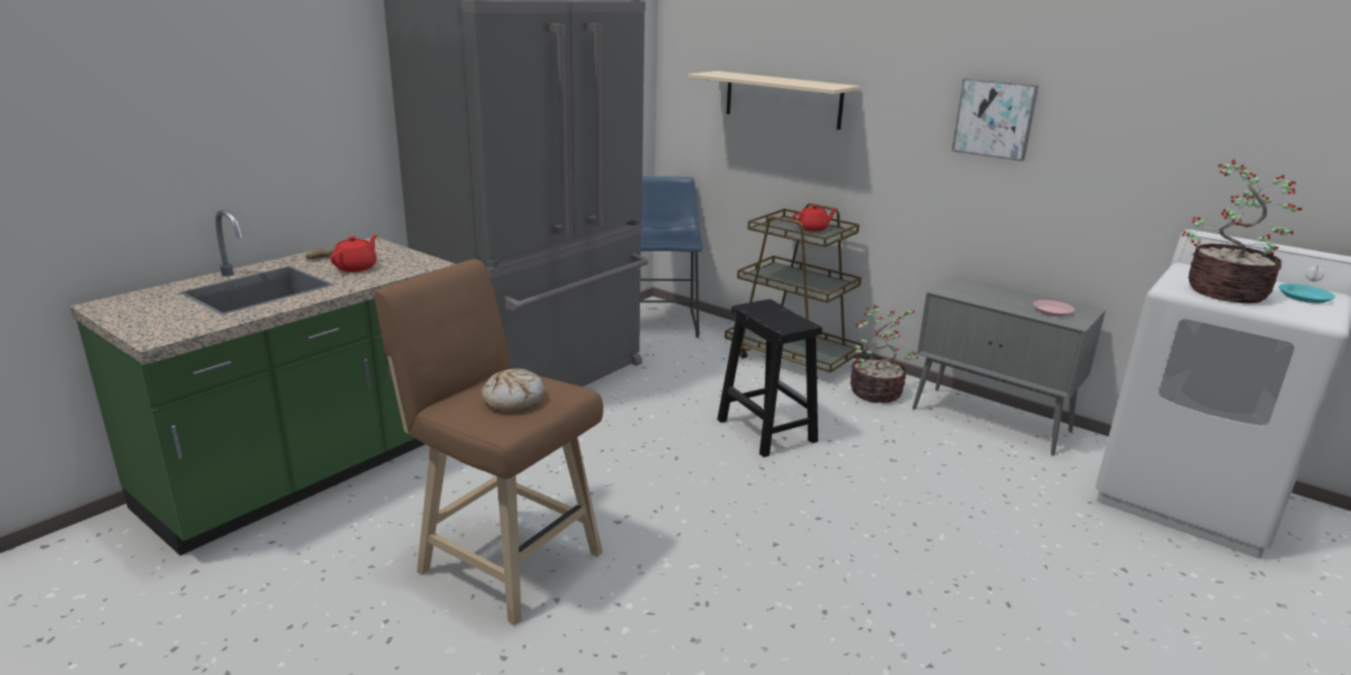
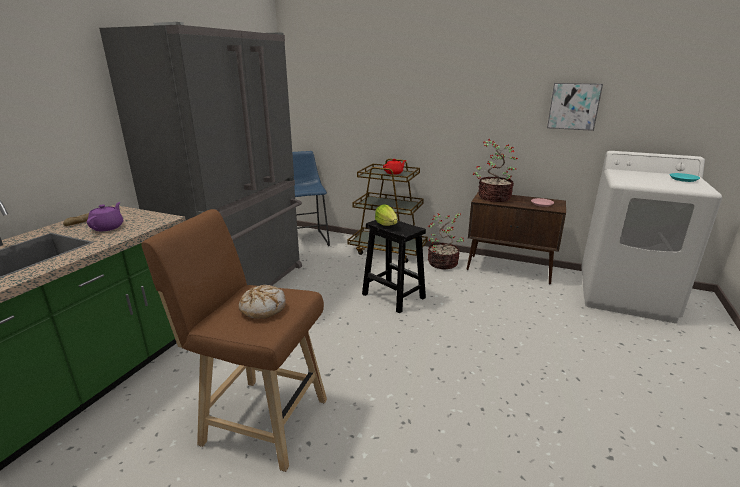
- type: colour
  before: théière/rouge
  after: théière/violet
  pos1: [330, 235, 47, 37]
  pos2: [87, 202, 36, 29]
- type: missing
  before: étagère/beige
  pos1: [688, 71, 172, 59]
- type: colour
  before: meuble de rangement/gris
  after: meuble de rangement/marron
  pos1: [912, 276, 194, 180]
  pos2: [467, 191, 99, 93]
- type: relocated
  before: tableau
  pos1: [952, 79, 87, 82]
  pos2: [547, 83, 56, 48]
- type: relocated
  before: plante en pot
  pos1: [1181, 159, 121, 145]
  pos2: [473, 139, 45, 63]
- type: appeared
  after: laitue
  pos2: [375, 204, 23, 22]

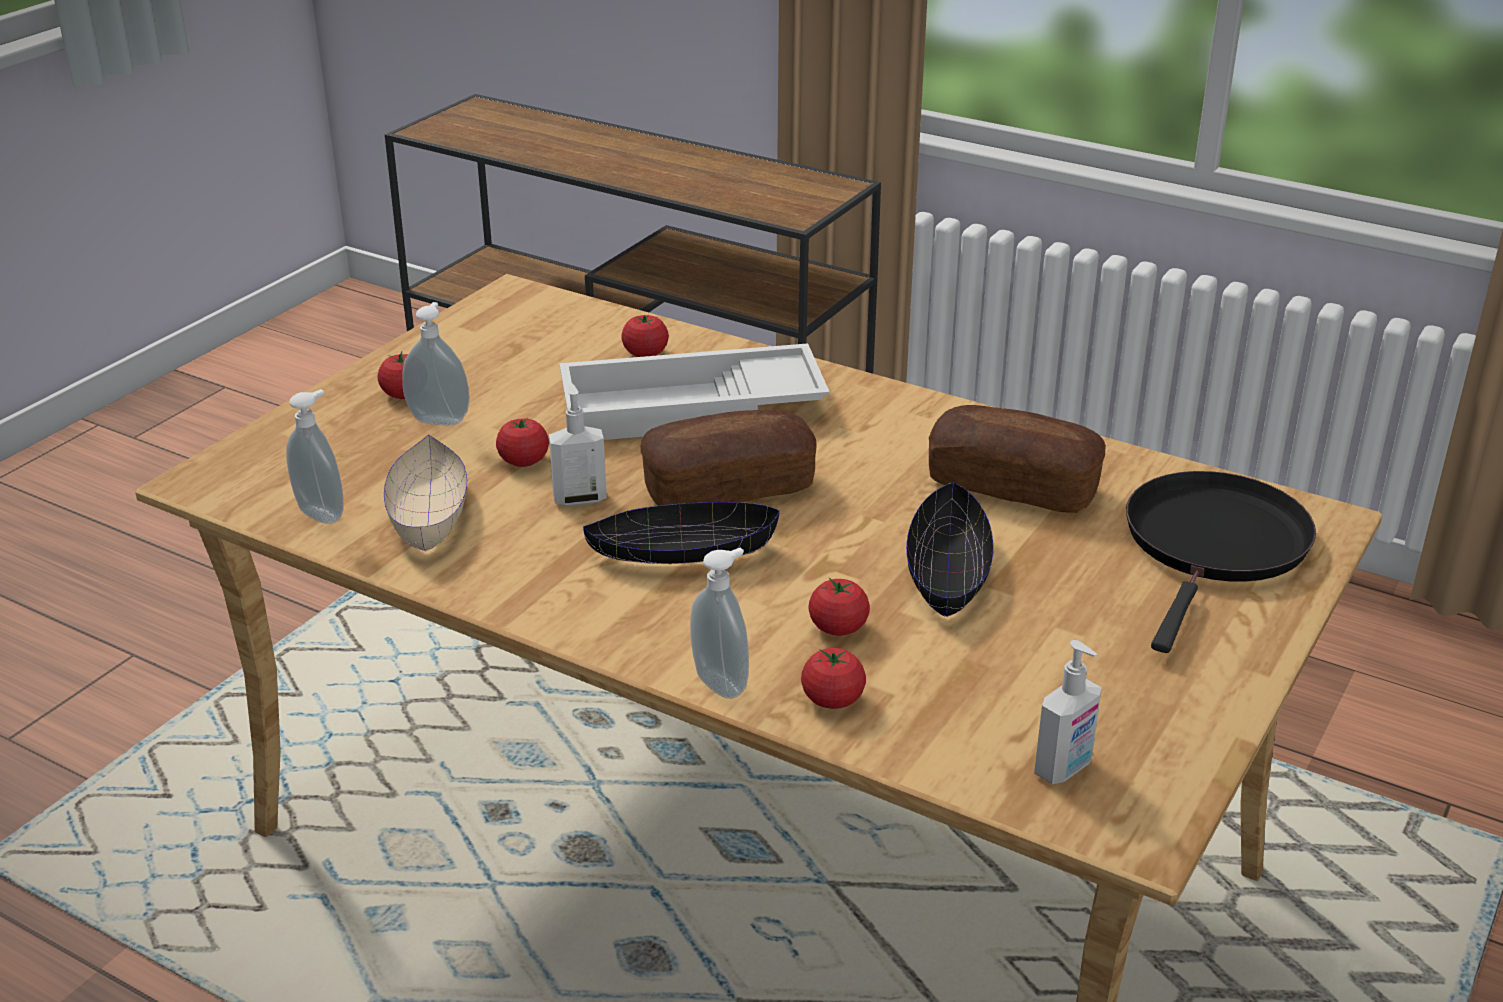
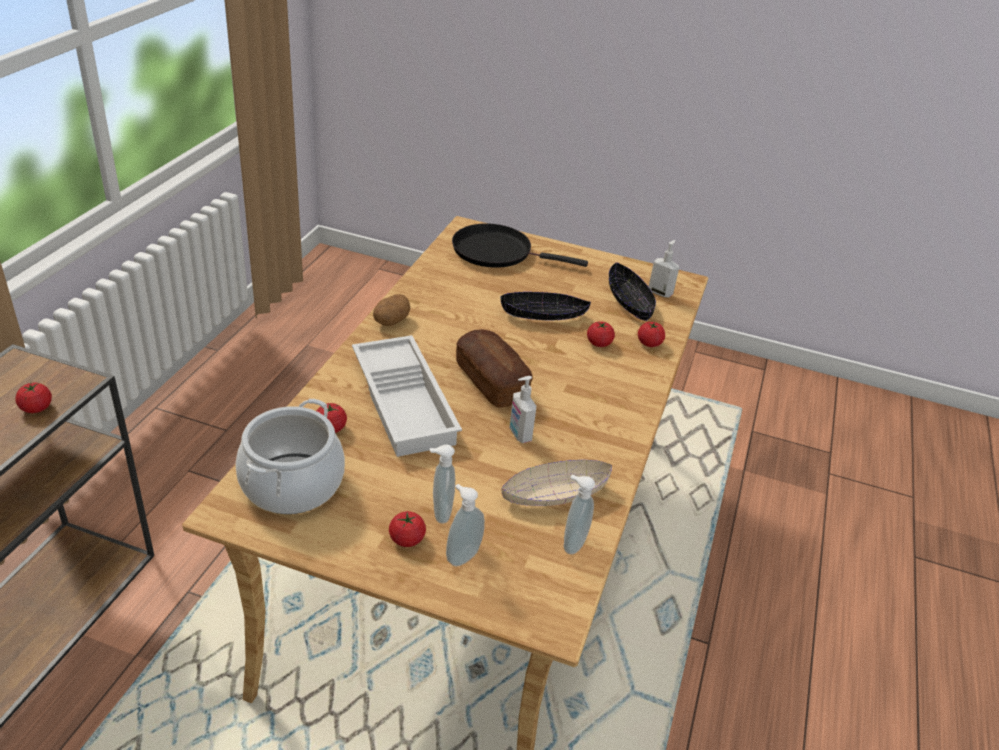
- type: relocated
  before: tomate
  pos1: [496, 418, 53, 49]
  pos2: [15, 382, 37, 31]
- type: relocated
  before: bol/noir
  pos1: [583, 502, 197, 62]
  pos2: [609, 262, 47, 59]
- type: relocated
  before: distributeur de savon
  pos1: [690, 548, 59, 151]
  pos2: [446, 484, 39, 82]
- type: missing
  before: pain
  pos1: [929, 405, 177, 108]
- type: appeared
  after: marmite
  pos2: [236, 399, 109, 115]
- type: appeared
  after: pomme de terre
  pos2: [373, 294, 37, 32]

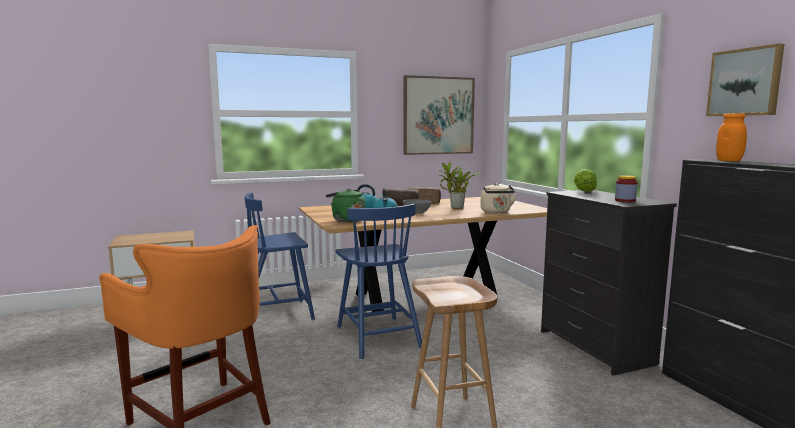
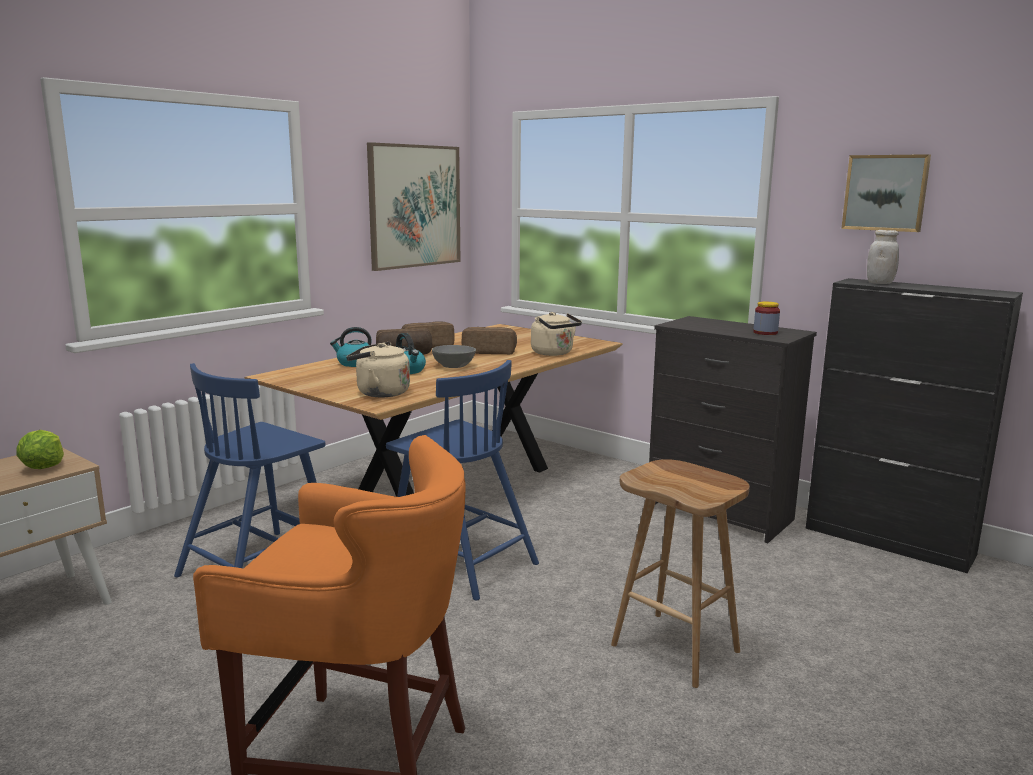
- type: colour
  before: bouilloire/vert
  after: bouilloire/beige
  pos1: [326, 189, 39, 33]
  pos2: [346, 342, 64, 55]
- type: exchanged
  before: plante en pot
  after: pain
  pos1: [435, 162, 46, 47]
  pos2: [462, 327, 55, 27]
- type: relocated
  before: laitue
  pos1: [574, 169, 23, 23]
  pos2: [16, 430, 48, 39]
- type: colour
  before: bocal/orange
  after: bocal/blanc
  pos1: [716, 113, 31, 48]
  pos2: [867, 230, 32, 54]

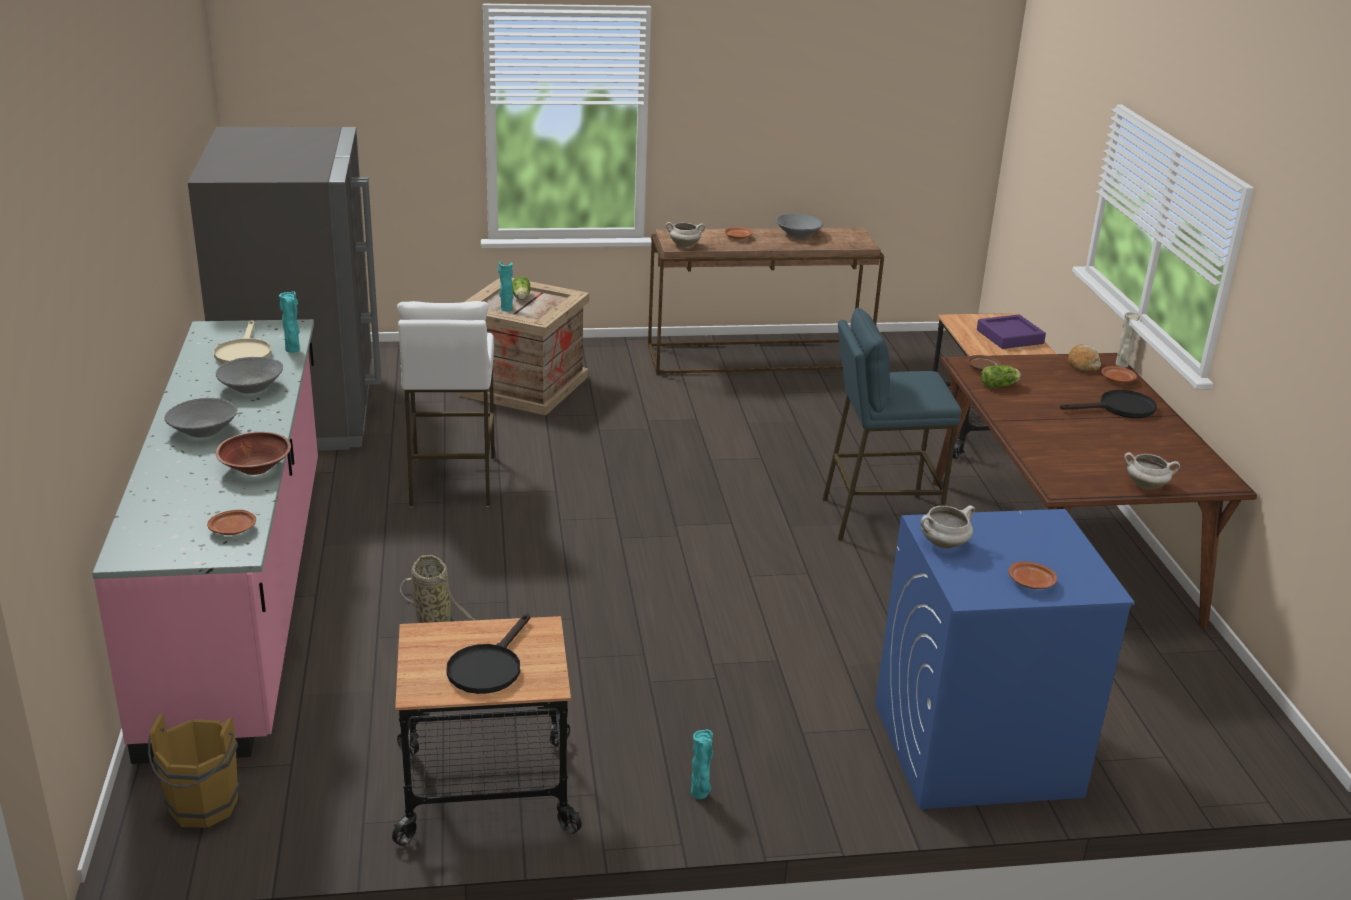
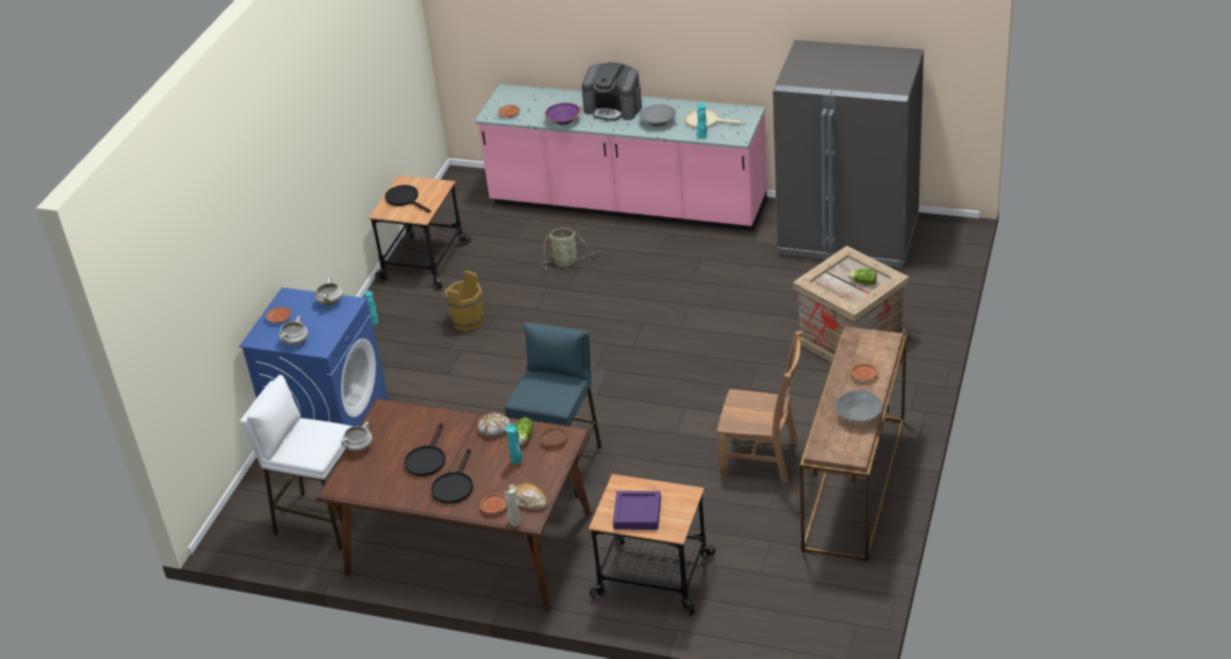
- type: relocated
  before: seau/marron
  pos1: [148, 714, 92, 114]
  pos2: [441, 271, 44, 61]
- type: exchanged
  before: bol/gris
  after: machine à café
  pos1: [164, 398, 73, 40]
  pos2: [582, 62, 60, 59]
- type: colour
  before: bol/marron
  after: bol/violet
  pos1: [216, 432, 75, 43]
  pos2: [545, 103, 36, 22]
- type: relocated
  before: tabouret/blanc
  pos1: [397, 301, 98, 206]
  pos2: [240, 375, 112, 176]
- type: relocated
  before: vase/turquoise
  pos1: [498, 261, 15, 51]
  pos2: [505, 423, 18, 42]
- type: relocated
  before: marmite/blanc
  pos1: [666, 222, 39, 26]
  pos2: [279, 316, 29, 29]
- type: appeared
  after: poêle/noir
  pos2: [404, 423, 42, 53]
- type: appeared
  after: pain
  pos2: [478, 413, 32, 25]
- type: appeared
  after: chaise/marron
  pos2: [717, 331, 85, 153]

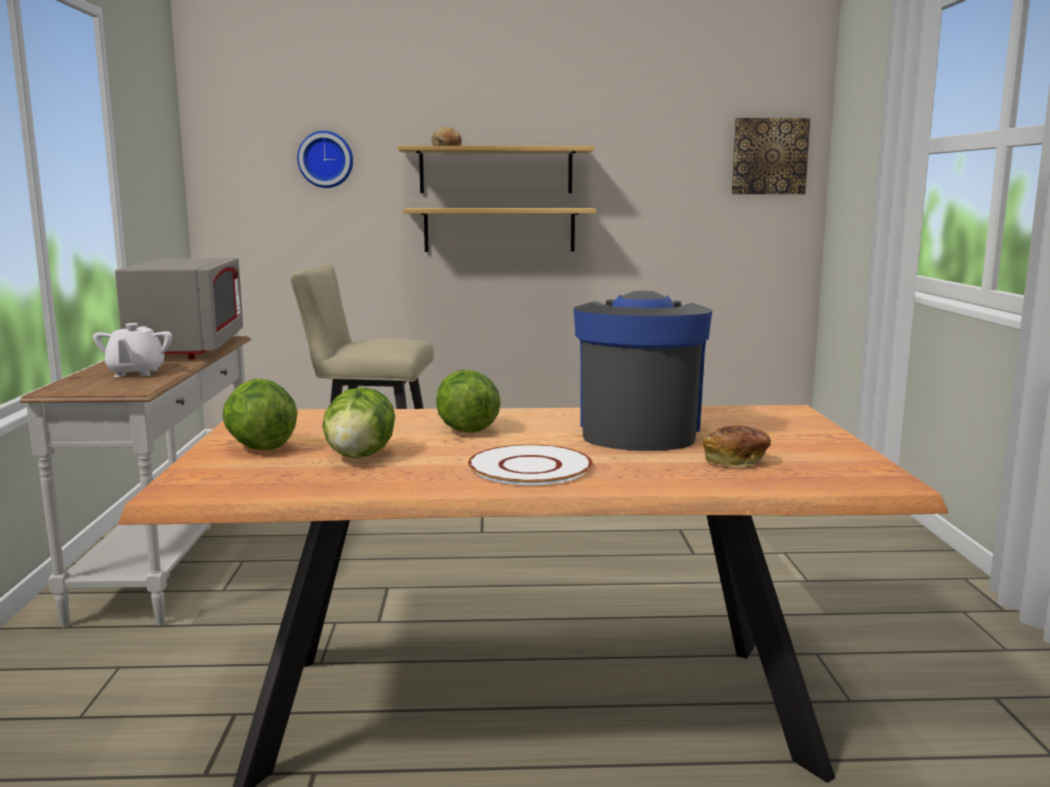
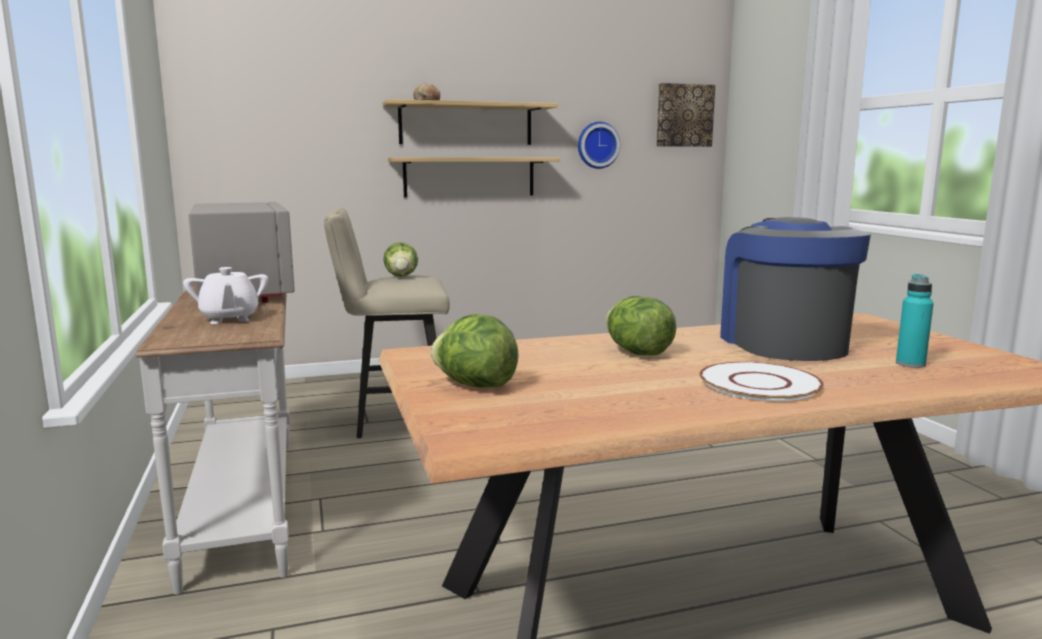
- type: relocated
  before: horloge murale
  pos1: [297, 131, 56, 57]
  pos2: [578, 122, 42, 47]
- type: relocated
  before: laitue
  pos1: [323, 387, 72, 71]
  pos2: [383, 242, 35, 35]
- type: exchanged
  before: pain
  after: bouteille/turquoise
  pos1: [703, 425, 68, 42]
  pos2: [896, 274, 38, 94]

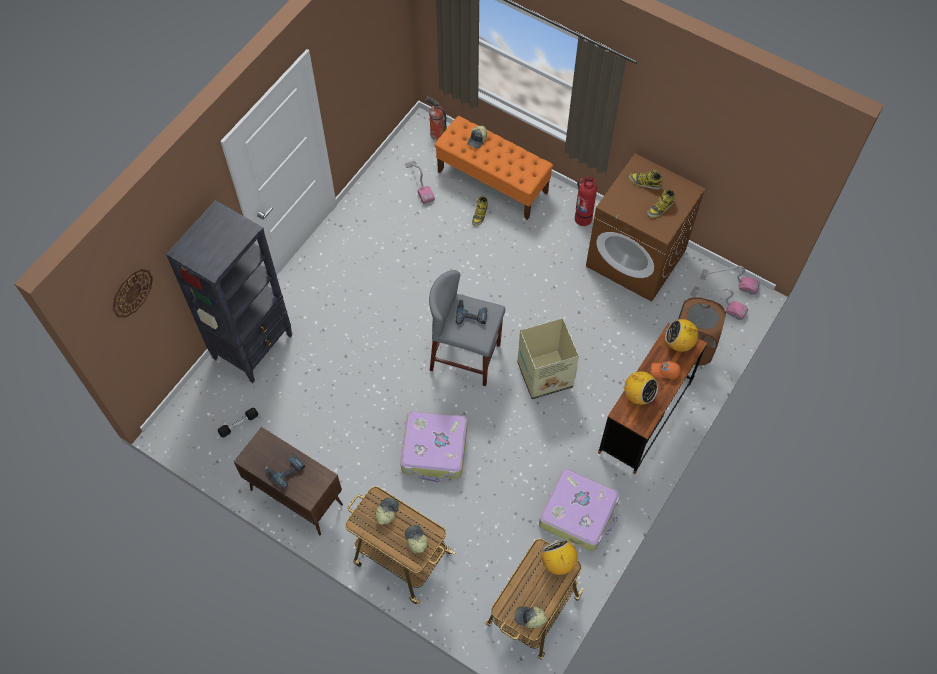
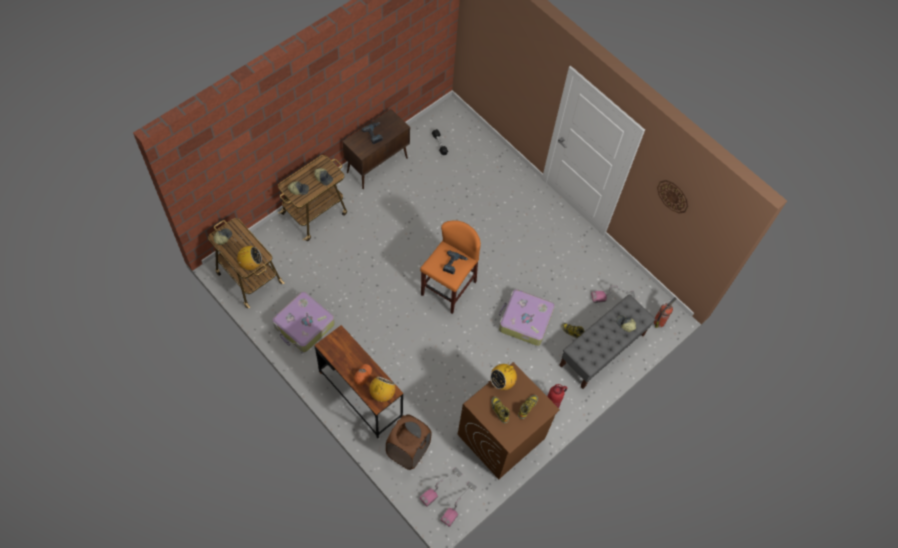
- type: relocated
  before: horloge murale
  pos1: [113, 269, 40, 49]
  pos2: [657, 180, 31, 34]
- type: missing
  before: bibliothèque/noir
  pos1: [166, 200, 126, 183]
- type: relocated
  before: valise
  pos1: [400, 411, 67, 71]
  pos2: [499, 289, 56, 57]
- type: colour
  before: tabouret/gris
  after: tabouret/orange
  pos1: [429, 270, 76, 116]
  pos2: [420, 220, 61, 94]
- type: colour
  before: banc/orange
  after: banc/gris
  pos1: [434, 116, 119, 104]
  pos2: [559, 295, 96, 94]
- type: missing
  before: carton
  pos1: [517, 318, 62, 81]
- type: relocated
  before: radio
  pos1: [624, 371, 34, 34]
  pos2: [490, 360, 27, 30]

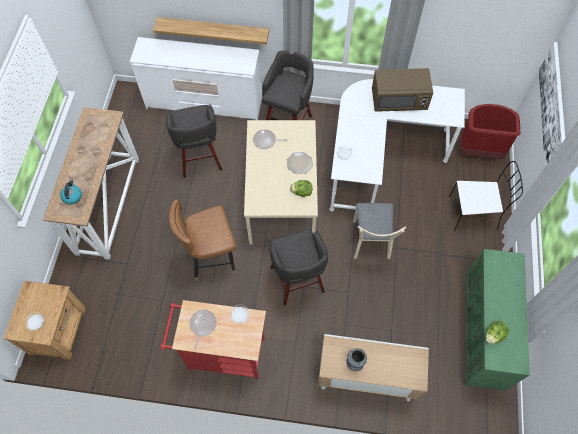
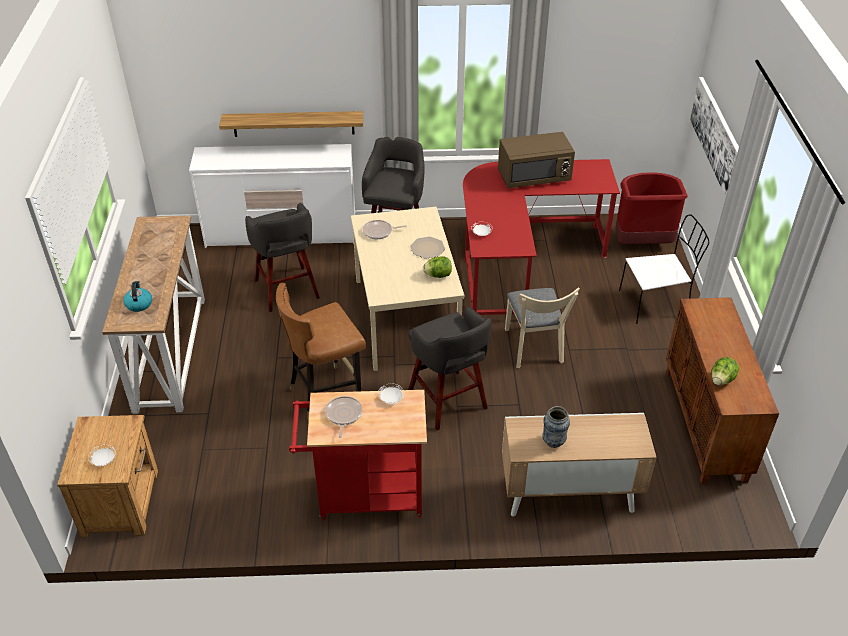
- type: colour
  before: bureau/blanc
  after: bureau/rouge
  pos1: [329, 79, 136, 132]
  pos2: [463, 159, 157, 156]
- type: colour
  before: meuble de rangement/vert
  after: meuble de rangement/marron
  pos1: [465, 249, 65, 141]
  pos2: [666, 297, 113, 187]

